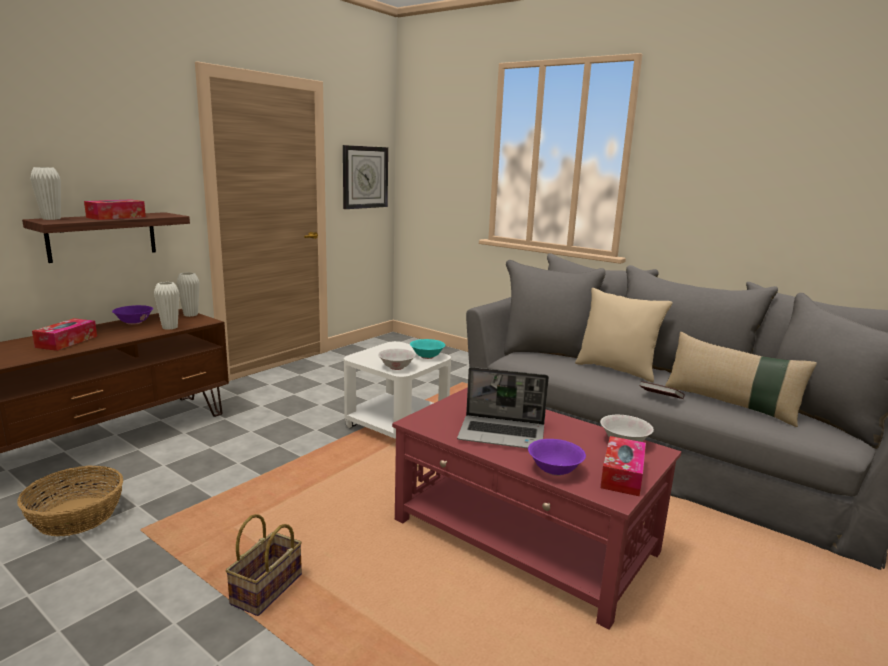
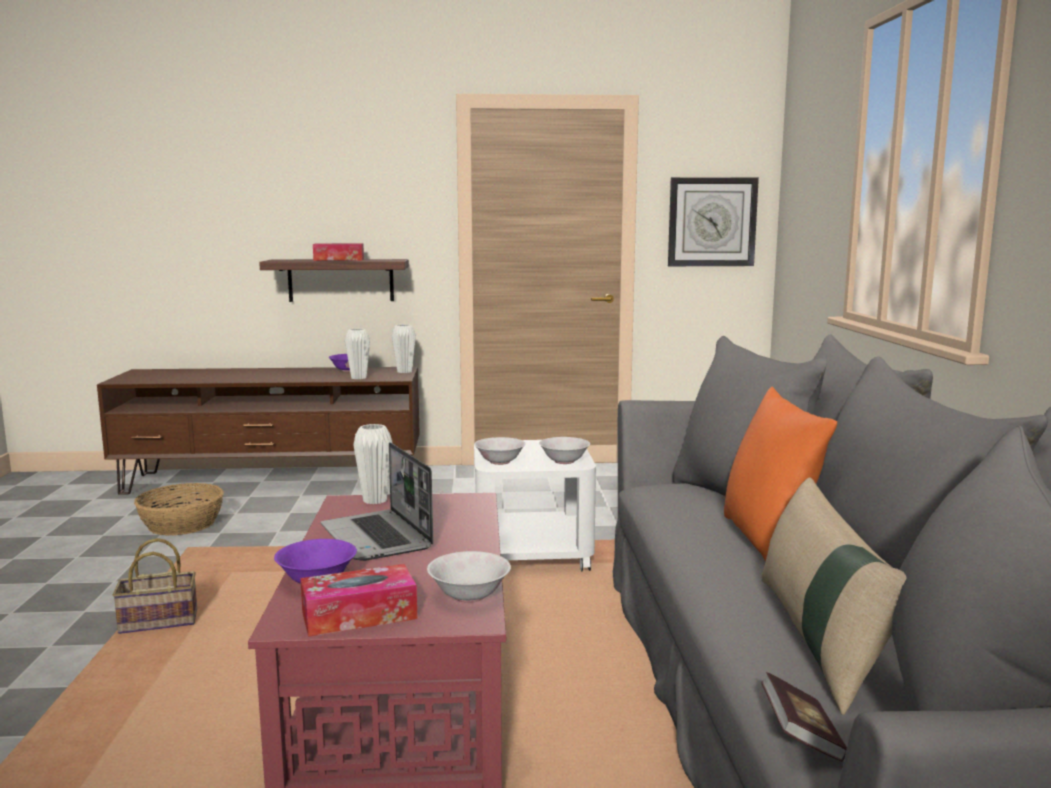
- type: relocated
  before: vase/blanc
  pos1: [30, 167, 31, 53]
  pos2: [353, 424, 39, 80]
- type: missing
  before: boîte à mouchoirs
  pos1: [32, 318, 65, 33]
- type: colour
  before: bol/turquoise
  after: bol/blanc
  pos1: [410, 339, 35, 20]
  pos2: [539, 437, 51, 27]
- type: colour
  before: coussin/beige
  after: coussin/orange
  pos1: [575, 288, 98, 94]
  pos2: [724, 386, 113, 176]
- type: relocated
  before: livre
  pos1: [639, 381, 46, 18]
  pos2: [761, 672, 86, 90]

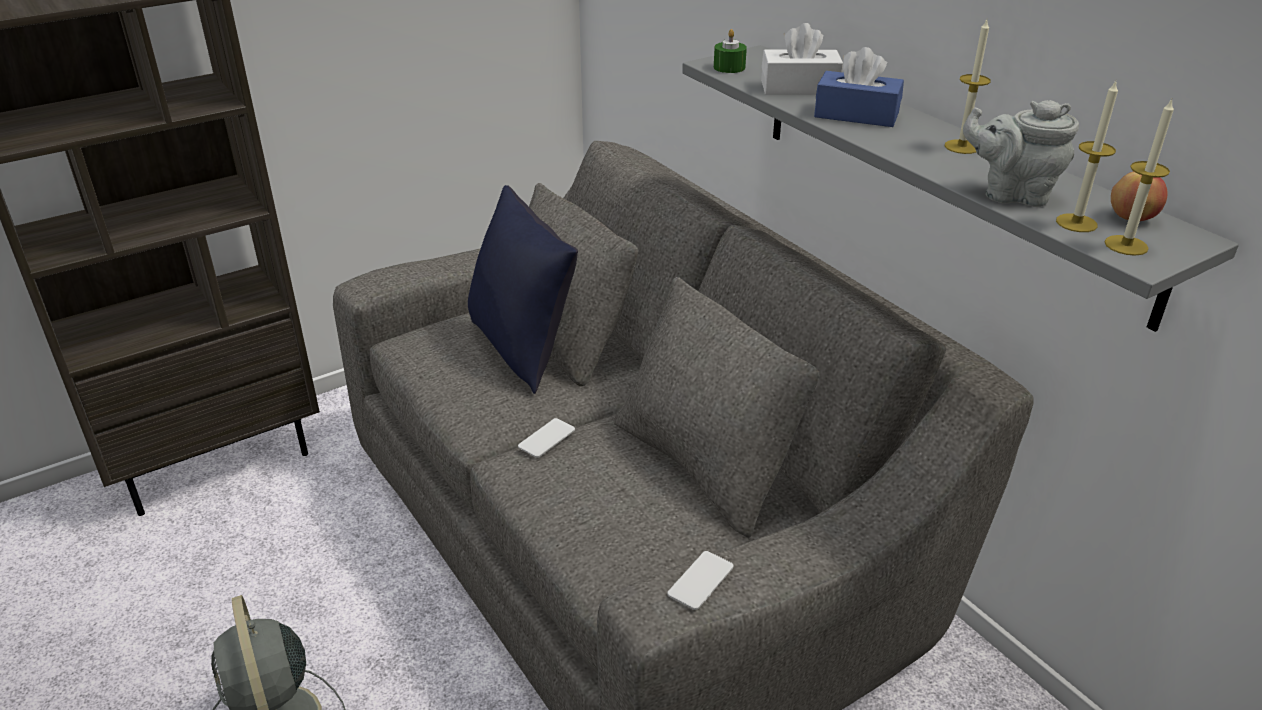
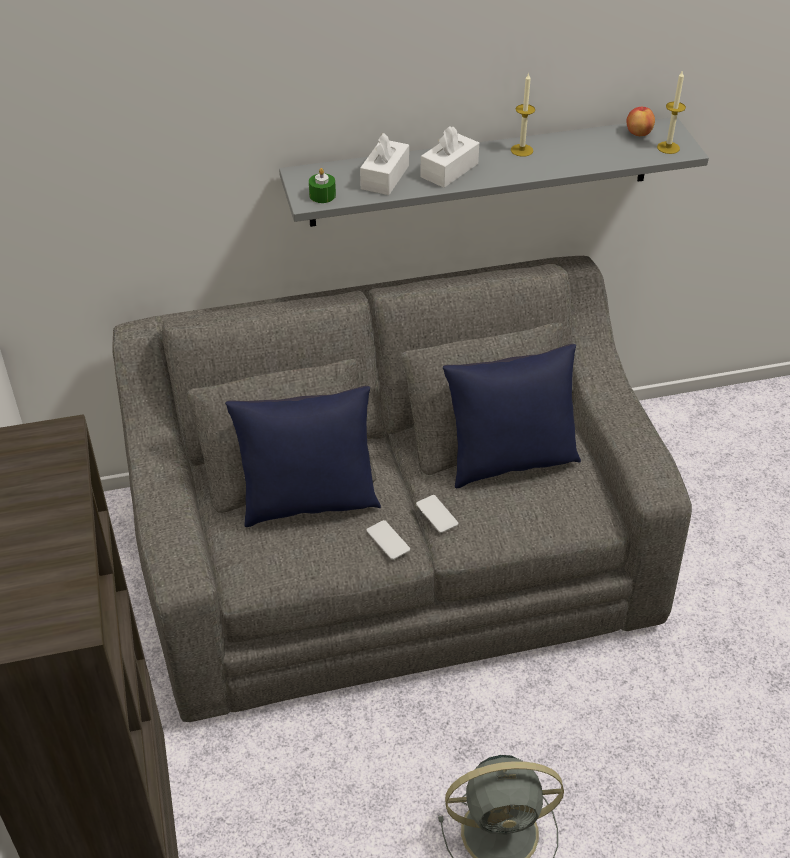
- type: relocated
  before: téléphone
  pos1: [667, 551, 66, 59]
  pos2: [366, 520, 44, 40]
- type: colour
  before: boîte à mouchoirs/bleu
  after: boîte à mouchoirs/blanc
  pos1: [814, 47, 90, 80]
  pos2: [420, 126, 59, 62]
- type: missing
  before: théière/gris
  pos1: [963, 100, 116, 107]
- type: missing
  before: bougie
  pos1: [1056, 81, 62, 151]
- type: appeared
  after: coussin/bleu
  pos2: [443, 344, 138, 144]

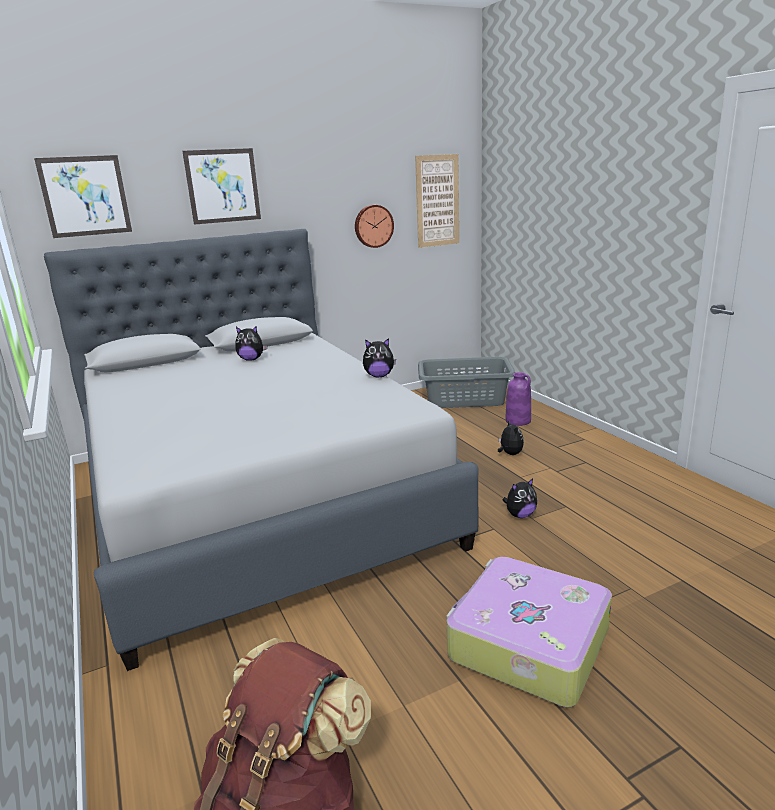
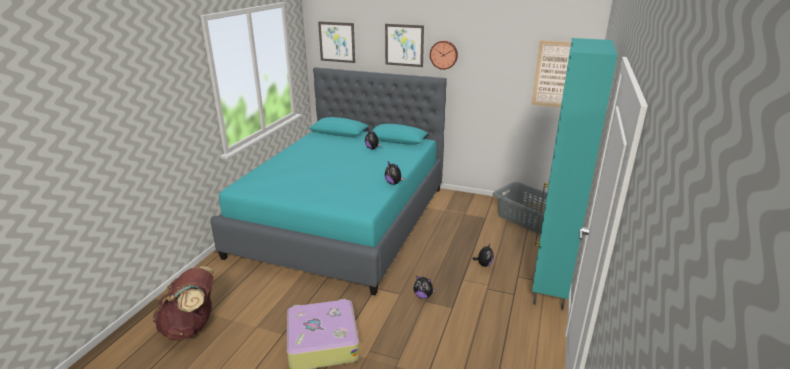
- type: colour
  before: lit/gris
  after: lit/turquoise
  pos1: [44, 229, 435, 442]
  pos2: [210, 67, 237, 228]
- type: relocated
  before: horloge murale
  pos1: [355, 205, 39, 43]
  pos2: [430, 40, 28, 30]
- type: missing
  before: vase/violet
  pos1: [505, 372, 26, 54]
- type: appeared
  after: meuble de rangement/turquoise
  pos2: [532, 38, 86, 273]

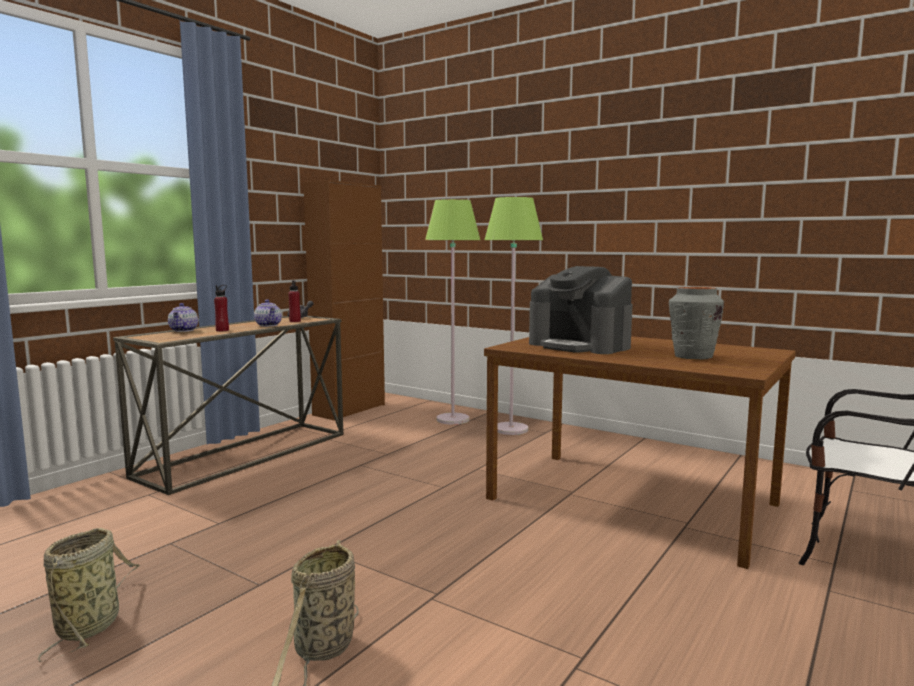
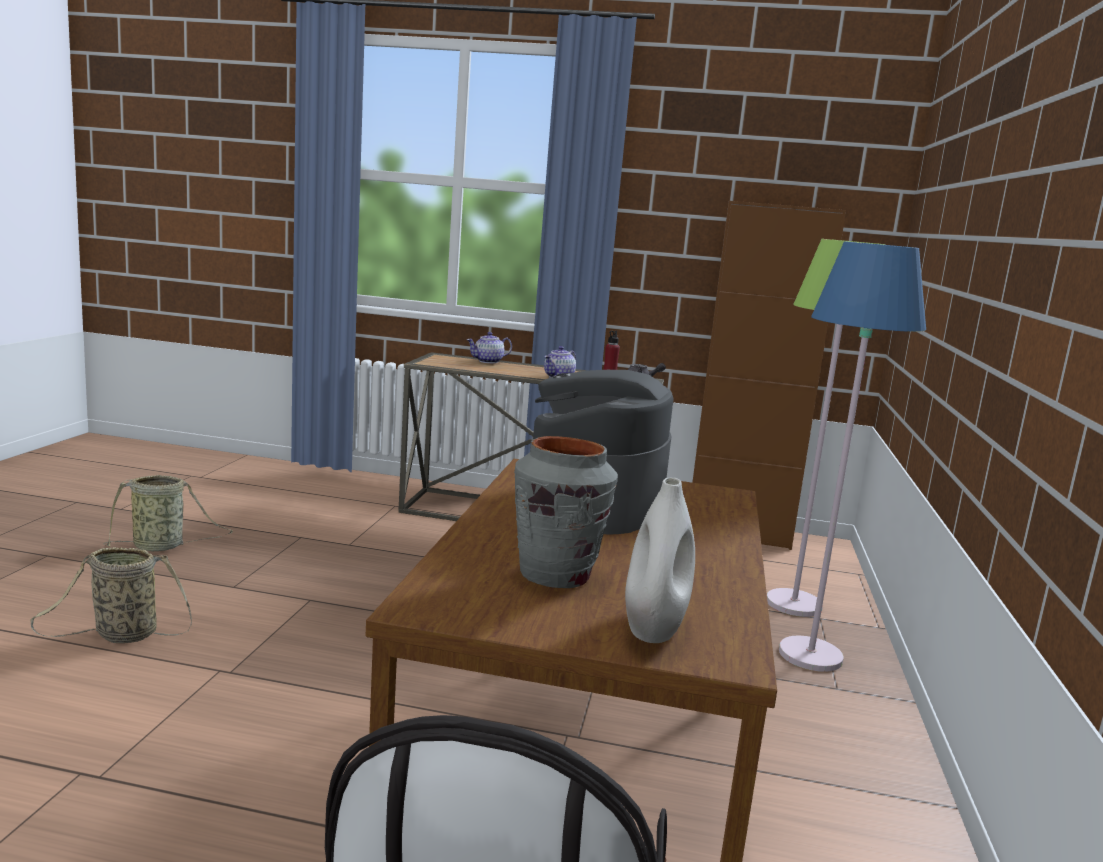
- type: missing
  before: bouteille/rouge
  pos1: [214, 285, 15, 46]
- type: colour
  before: lampadaire/vert
  after: lampadaire/bleu
  pos1: [485, 197, 58, 238]
  pos2: [779, 241, 147, 431]
- type: appeared
  after: vase/blanc
  pos2: [625, 477, 70, 166]

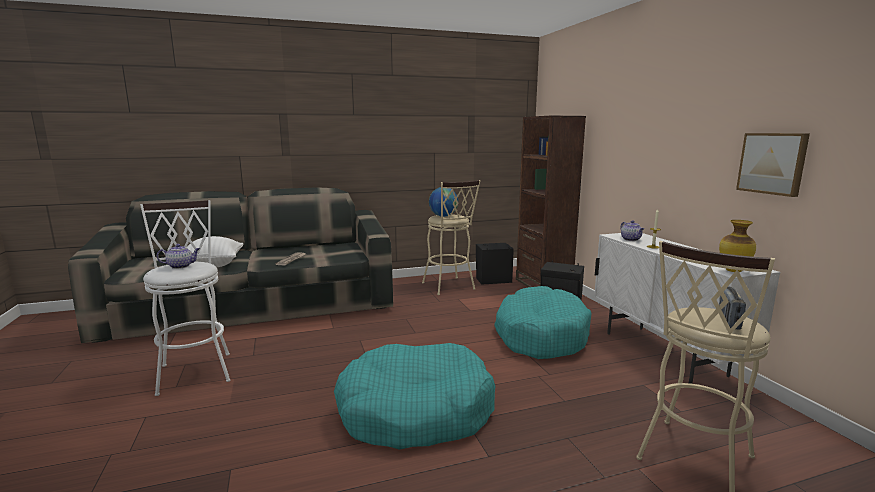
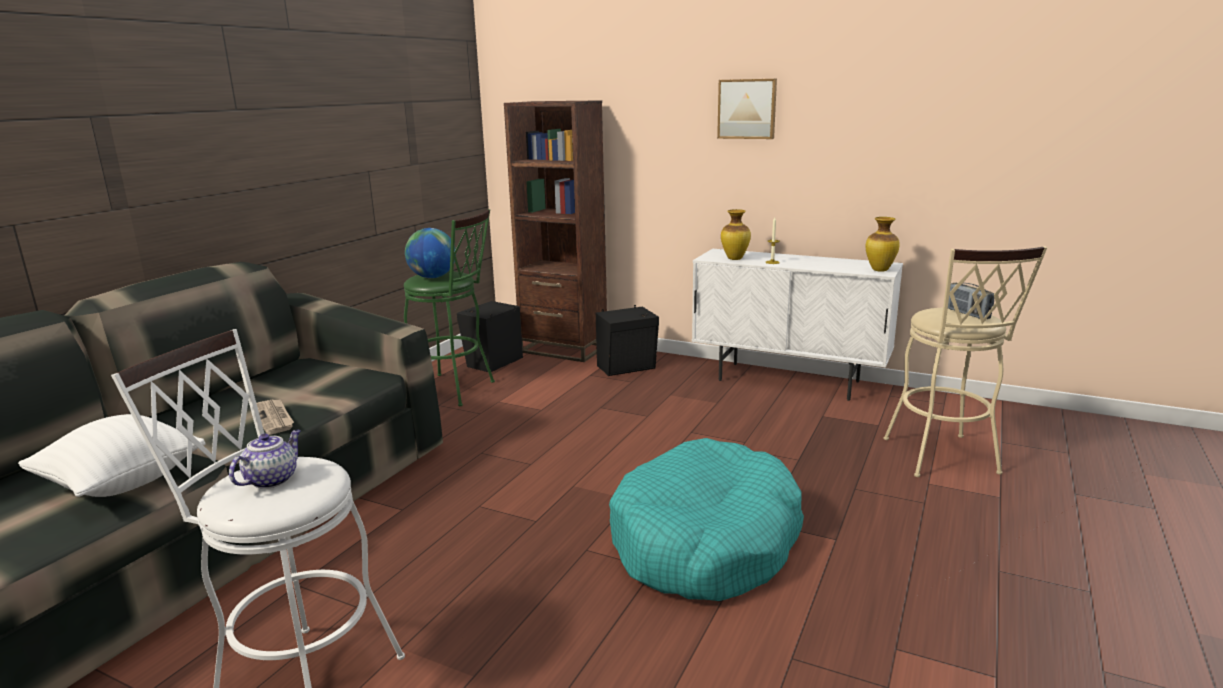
- type: colour
  before: tabouret/beige
  after: tabouret/vert
  pos1: [422, 180, 58, 115]
  pos2: [404, 209, 91, 197]
- type: missing
  before: panier pour chien/turquoise
  pos1: [494, 286, 97, 73]
- type: exchanged
  before: théière
  after: vase
  pos1: [621, 220, 23, 21]
  pos2: [721, 209, 30, 51]
- type: relocated
  before: tableau
  pos1: [736, 133, 74, 64]
  pos2: [717, 79, 60, 60]

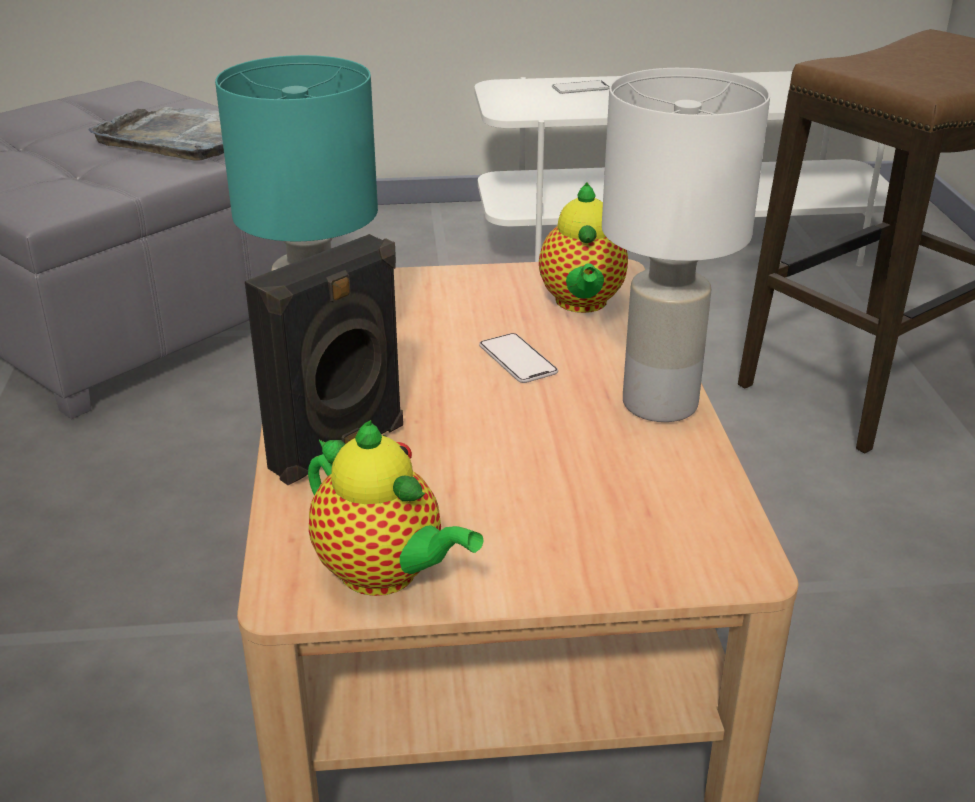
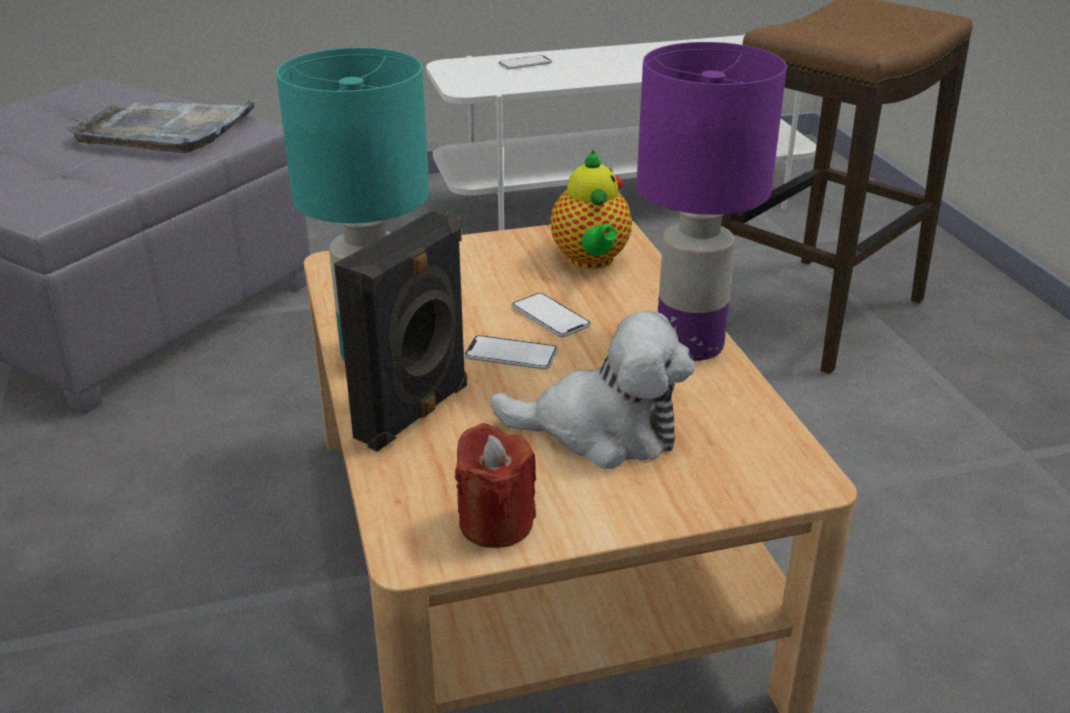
- type: exchanged
  before: théière
  after: bougie/rouge
  pos1: [308, 420, 175, 176]
  pos2: [455, 423, 81, 125]
- type: colour
  before: lampe de table/blanc
  after: lampe de table/violet
  pos1: [602, 68, 168, 354]
  pos2: [637, 42, 150, 319]
- type: appeared
  after: téléphone
  pos2: [464, 335, 94, 34]
- type: appeared
  after: peluche
  pos2: [490, 311, 205, 158]

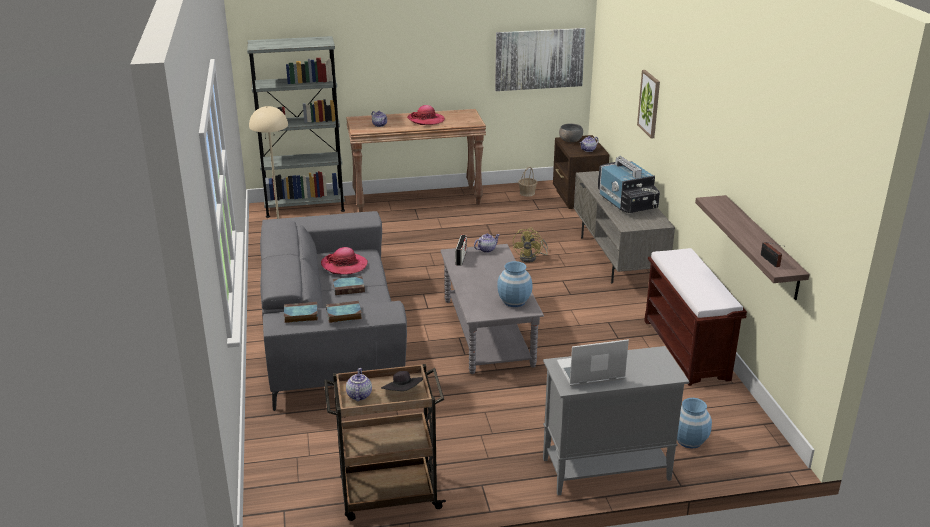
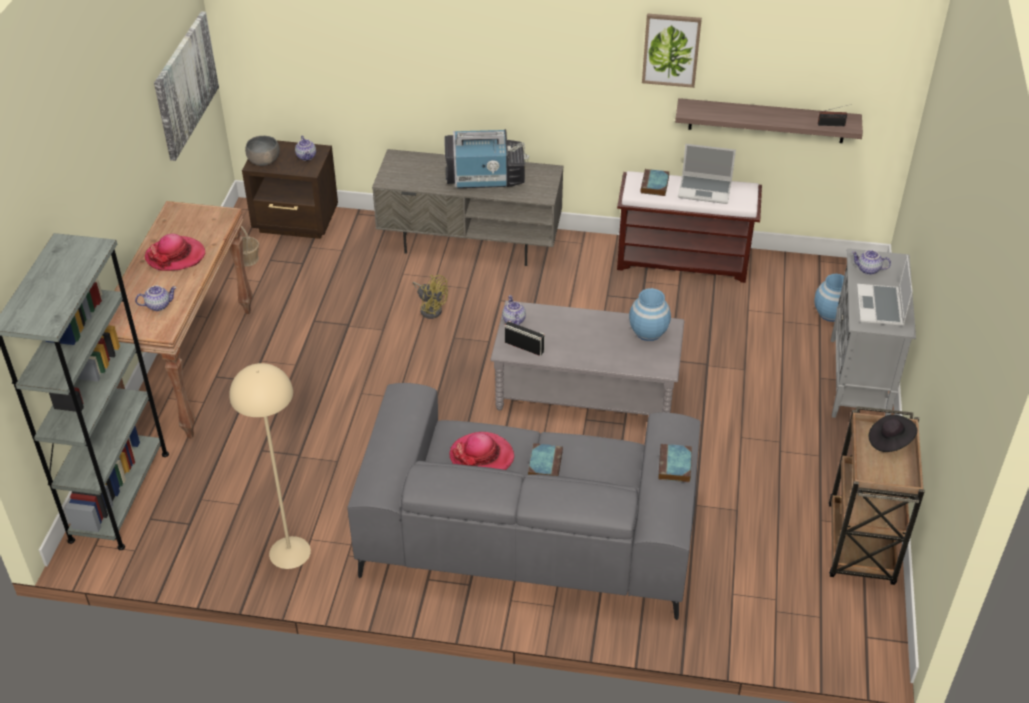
- type: relocated
  before: livre
  pos1: [284, 302, 34, 21]
  pos2: [641, 169, 28, 27]
- type: relocated
  before: théière
  pos1: [346, 368, 26, 33]
  pos2: [851, 250, 40, 25]
- type: relocated
  before: tableau
  pos1: [637, 70, 23, 68]
  pos2: [642, 13, 60, 75]
- type: appeared
  after: ordinateur portable
  pos2: [678, 144, 58, 60]

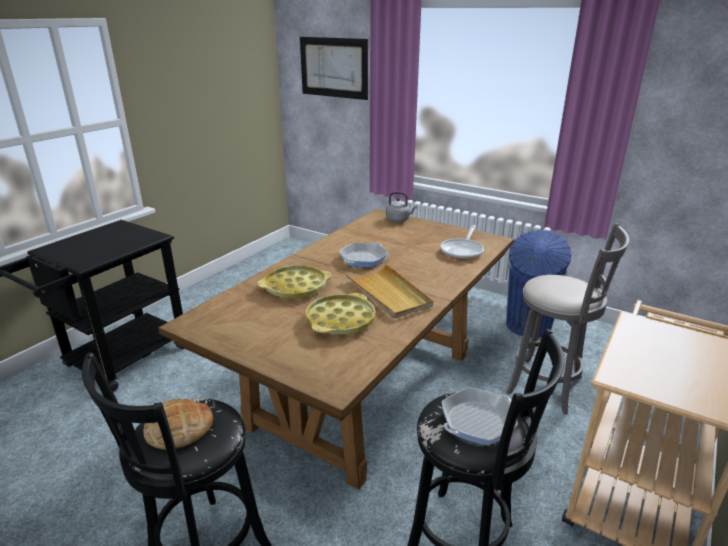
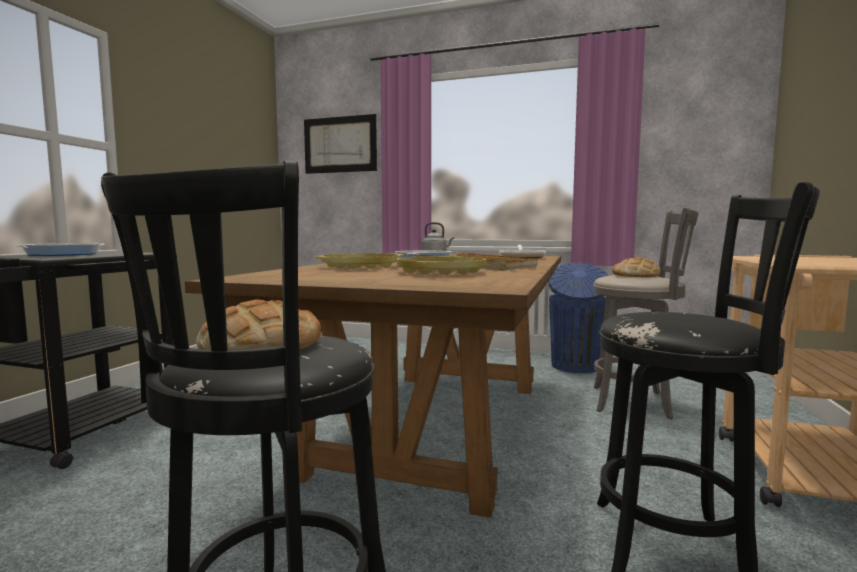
- type: relocated
  before: poêle
  pos1: [442, 387, 76, 59]
  pos2: [16, 243, 89, 13]
- type: appeared
  after: pain
  pos2: [612, 257, 48, 20]

